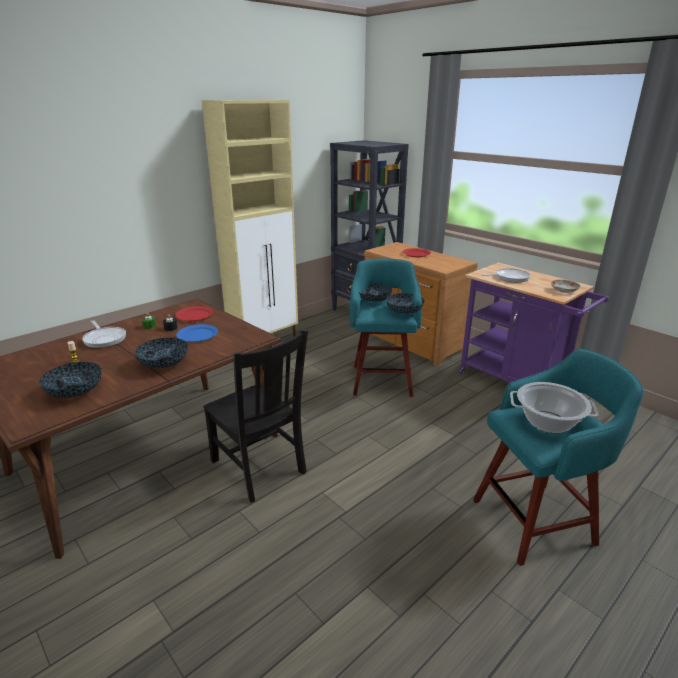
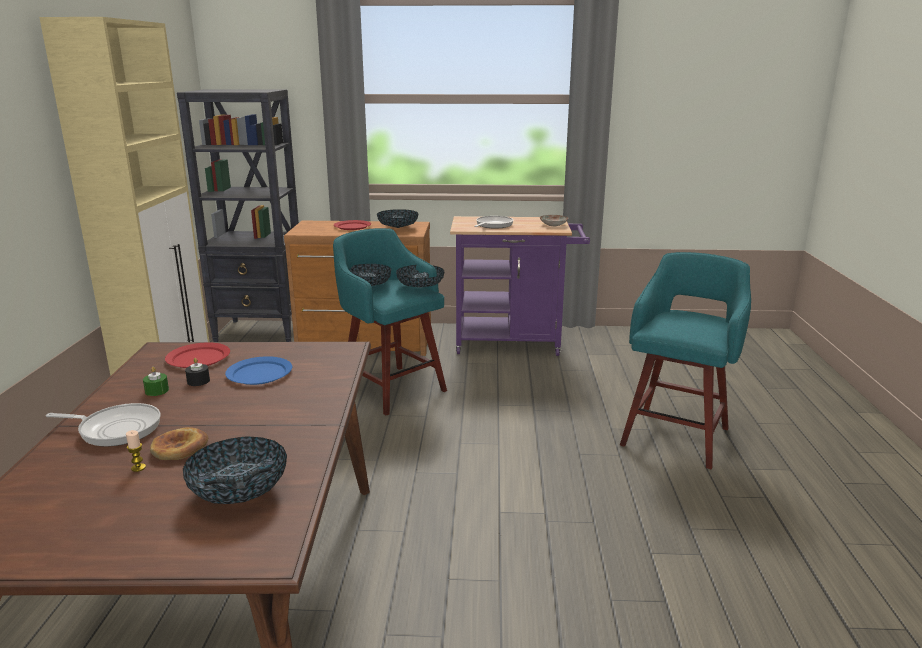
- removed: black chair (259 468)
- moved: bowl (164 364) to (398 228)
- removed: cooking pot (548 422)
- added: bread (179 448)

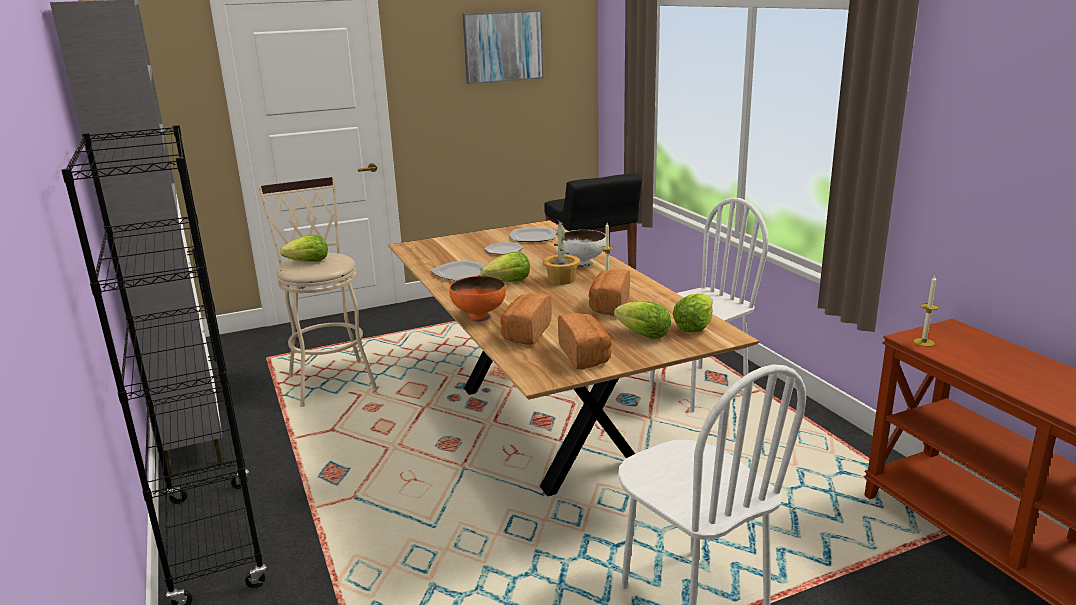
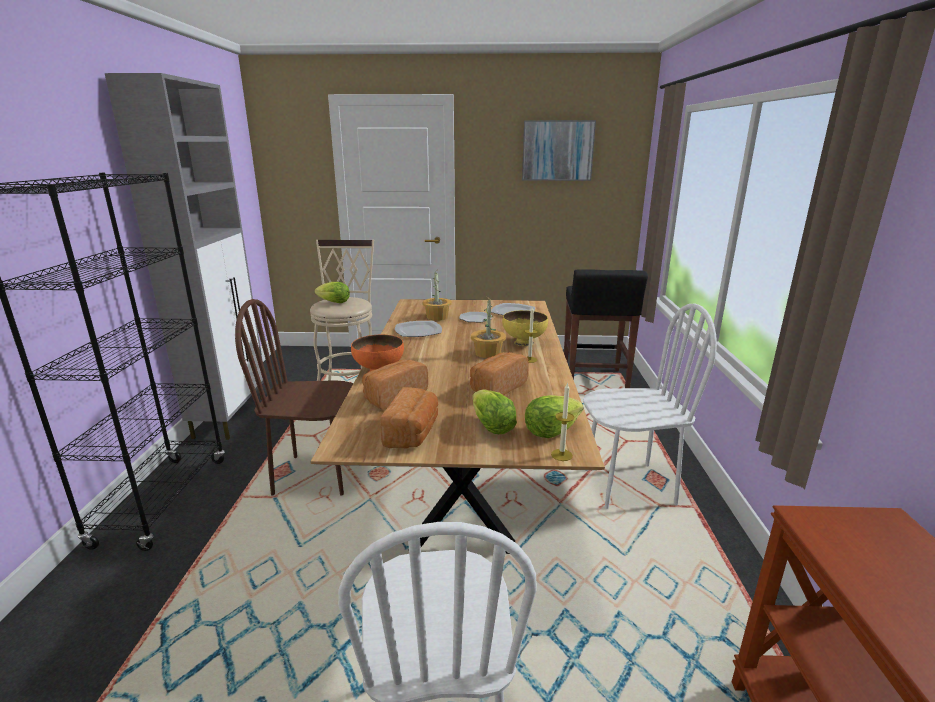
- recoloured: white bowl (582 264) to yellow bowl (524 343)
- removed: lettuce (508 282)
- moved: candle (923 342) to (561 455)
- added: potted plant (437 317)
- added: brown chair (317 476)

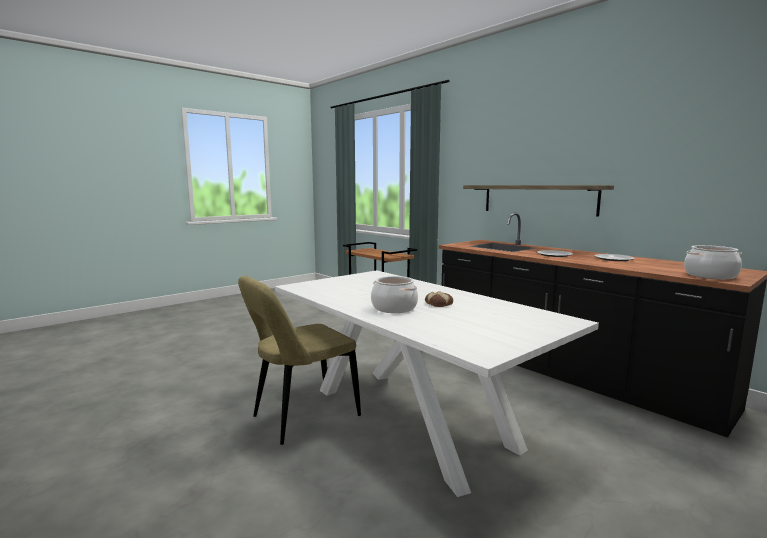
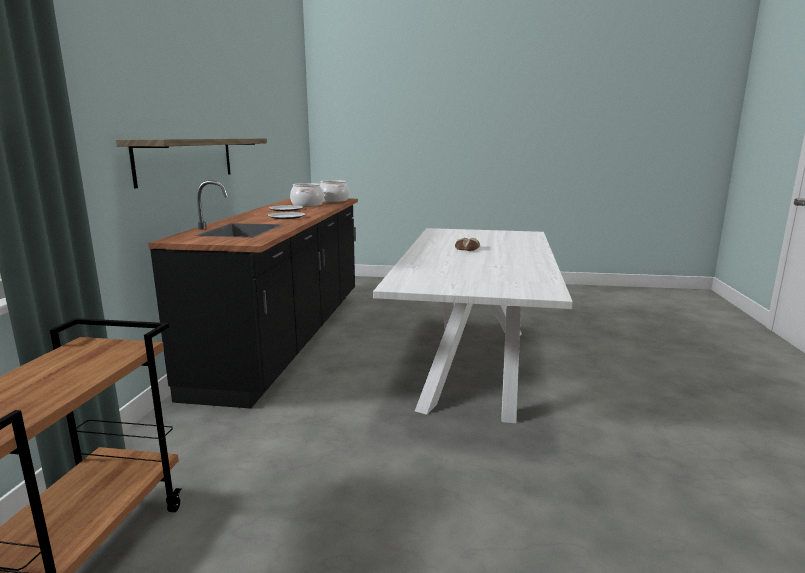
- removed: beige chair (301 417)
- moved: cooking pot (394 308) to (307 205)

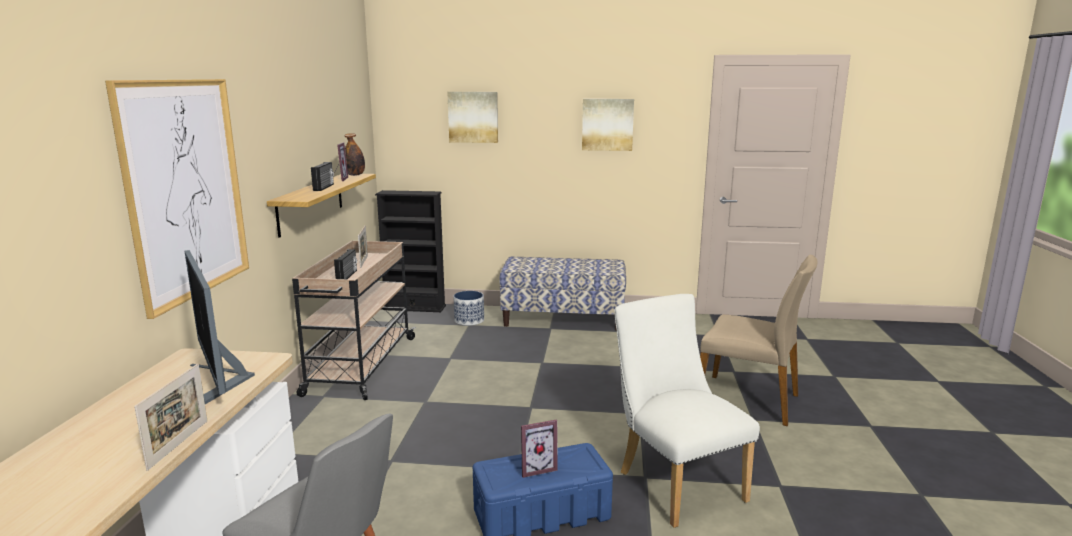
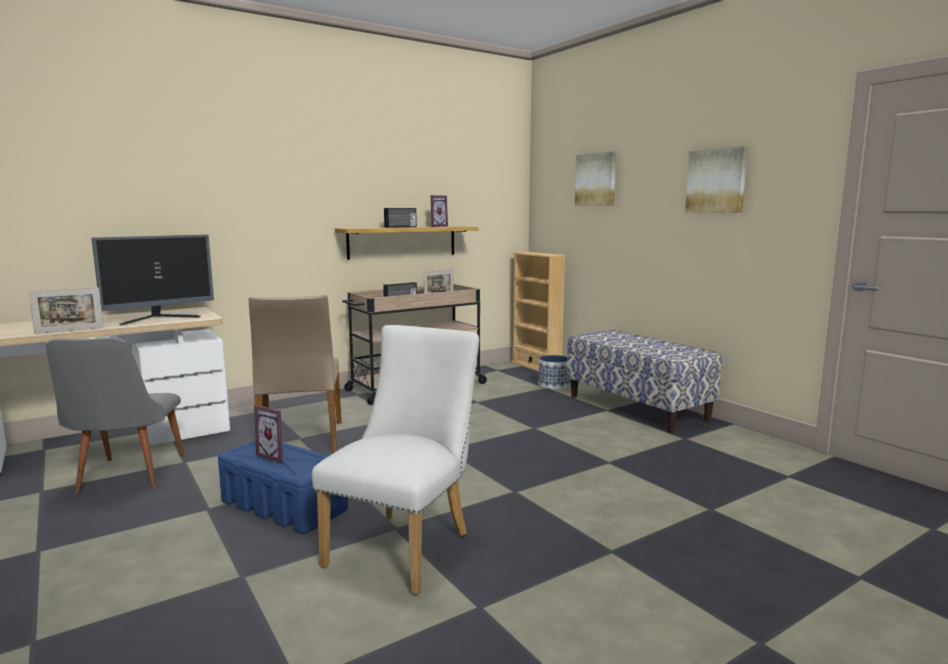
- removed: picture (186 189)
- removed: bottle (355 175)
- recoloured: black bookcase (414 307) to beige bookcase (536 367)
- turned: monitor (219 382) = (160 319) 150 degrees counterclockwise
- moved: beige chair (748 400) to (300 439)

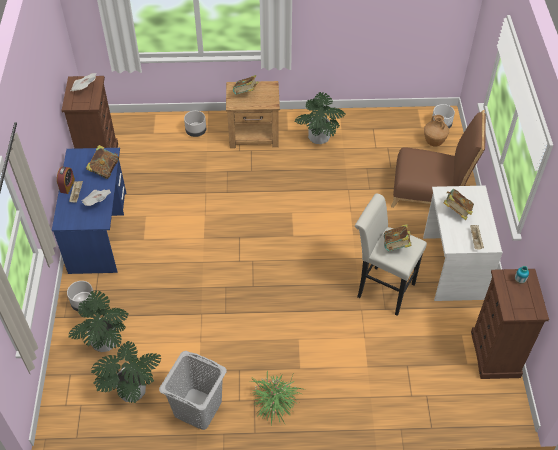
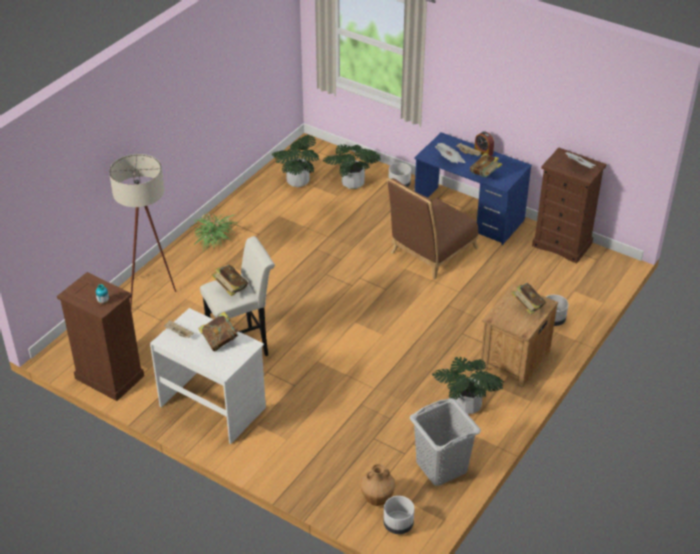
- moved: brown chair (430 191) to (430 253)
- moved: grey laundry basket (198 408) to (441 467)
- added: beige floor lamp (152 293)

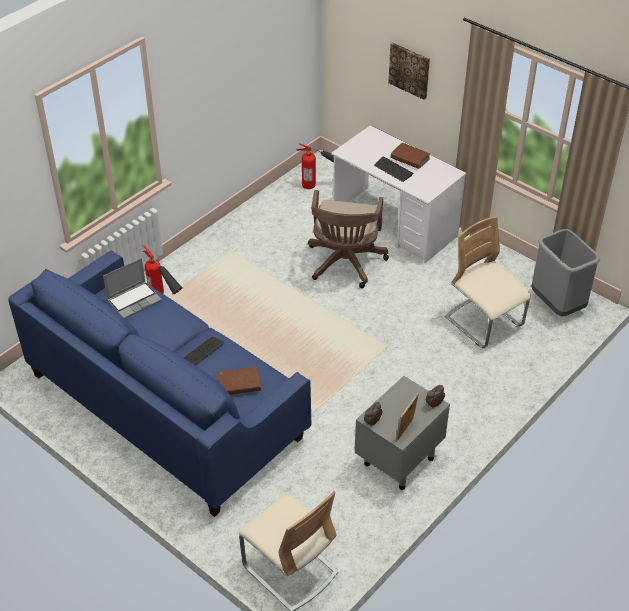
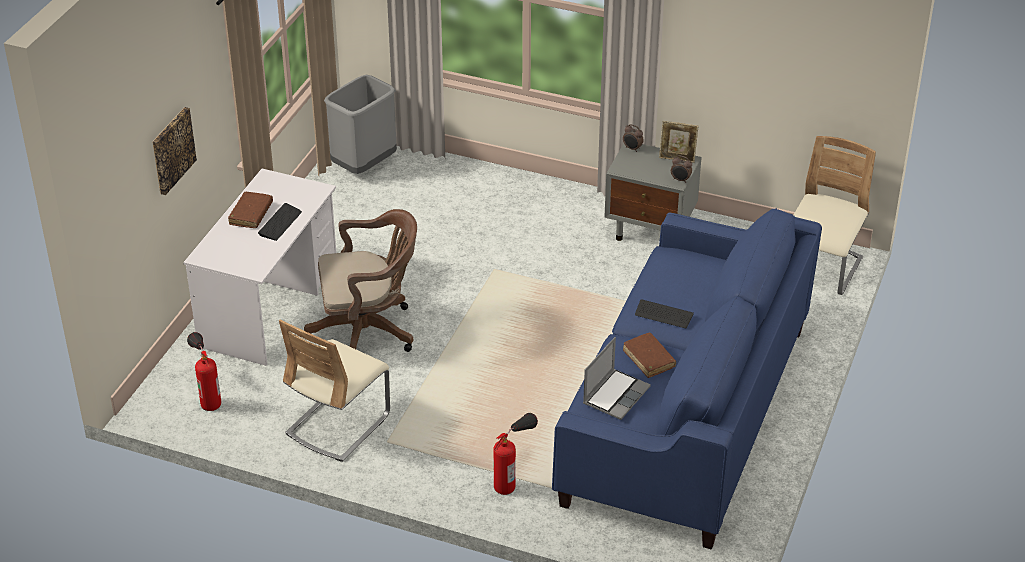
- moved: beige chair (484 322) to (338 424)
- turned: laptop (134 300) = (616 395) 90 degrees clockwise
- moved: brown book (239 385) to (649 359)

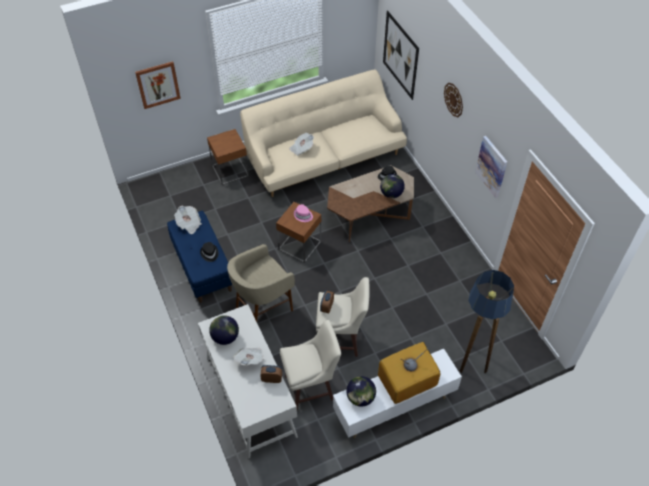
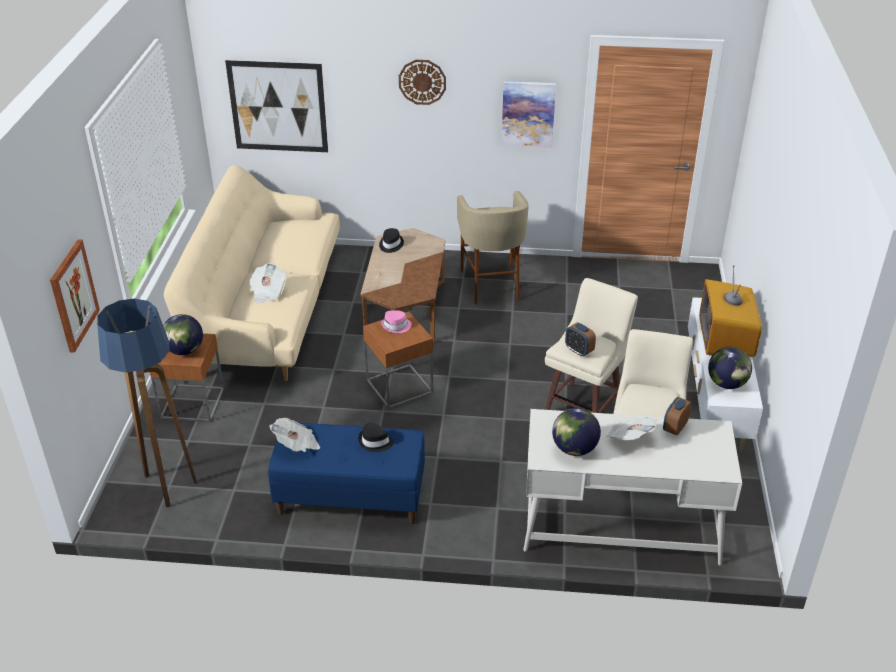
- moved: globe (391 194) to (184 350)
- moved: beige stool (263 309) to (491 285)
- moved: floor lamp (471 360) to (165 485)

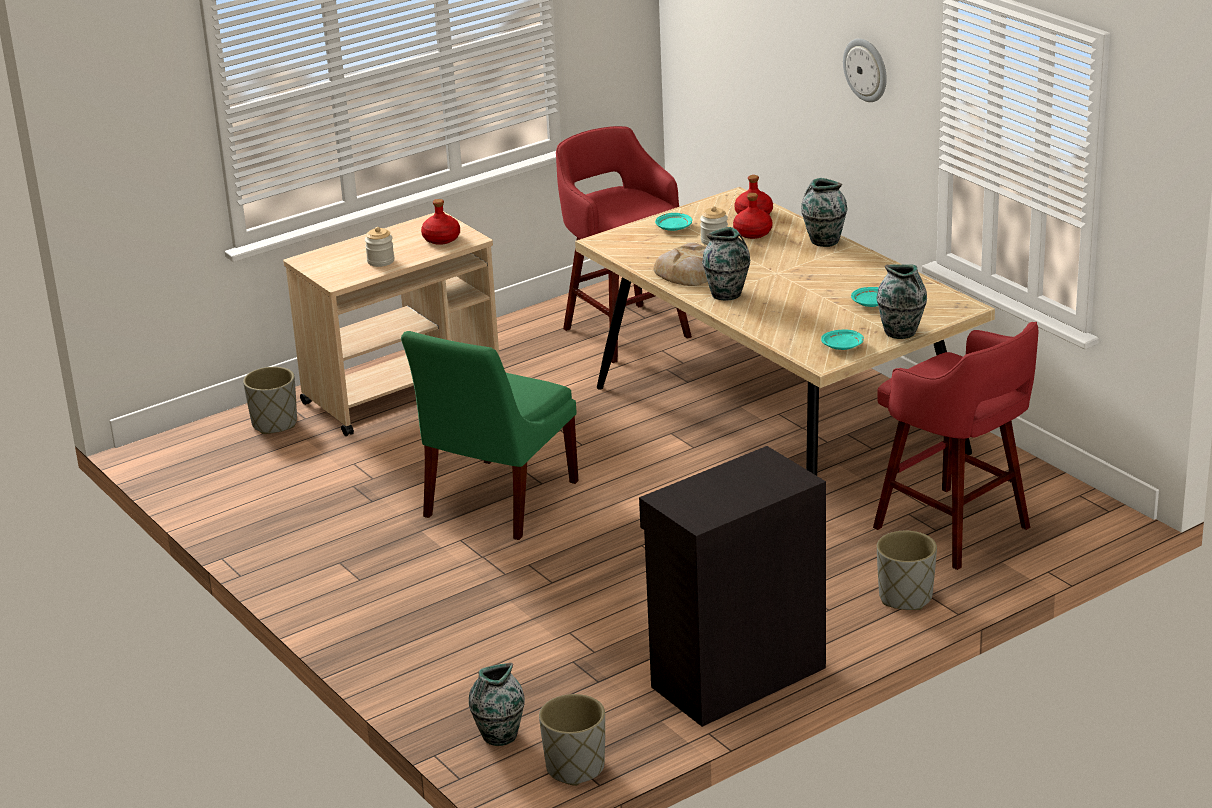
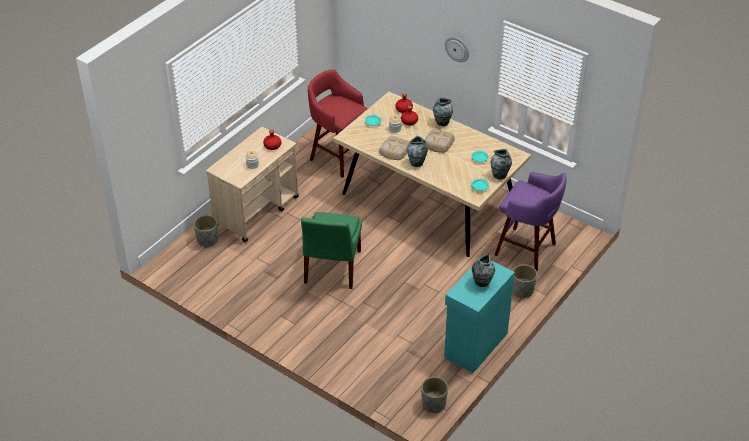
- recoloured: red stool (955 530) to purple stool (527 250)
- recoloured: black cabinet (735 676) to turquoise cabinet (474 345)
- moved: vase (499 736) to (482 282)
- added: bread (438 143)

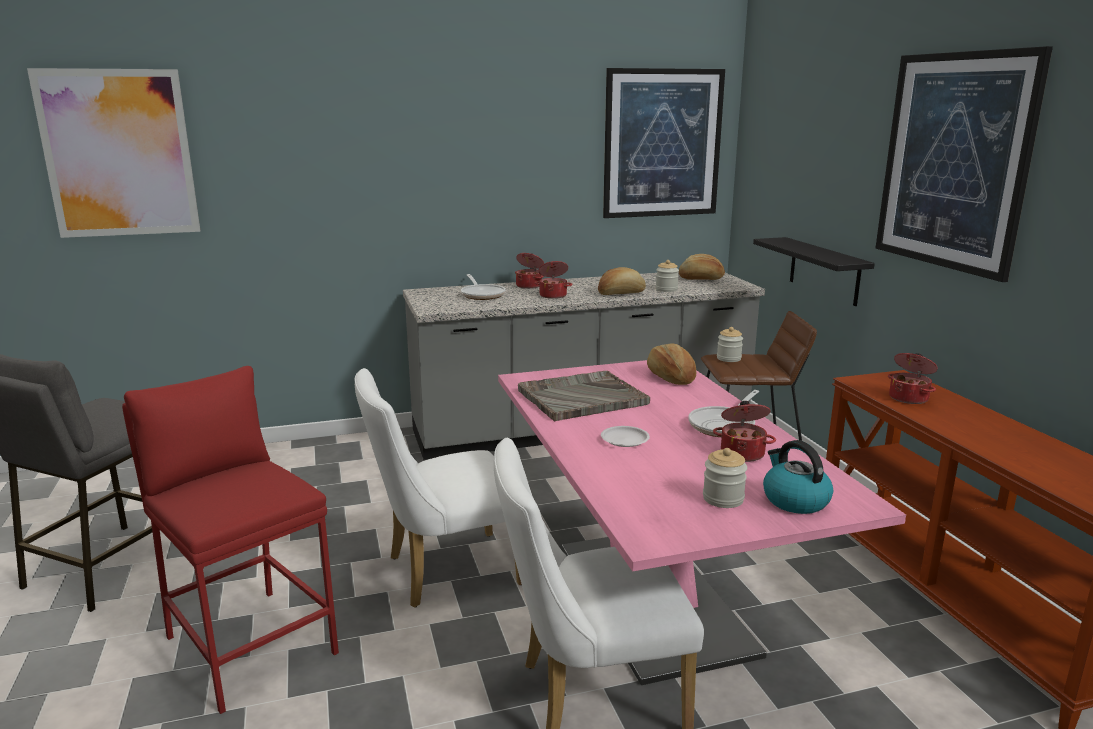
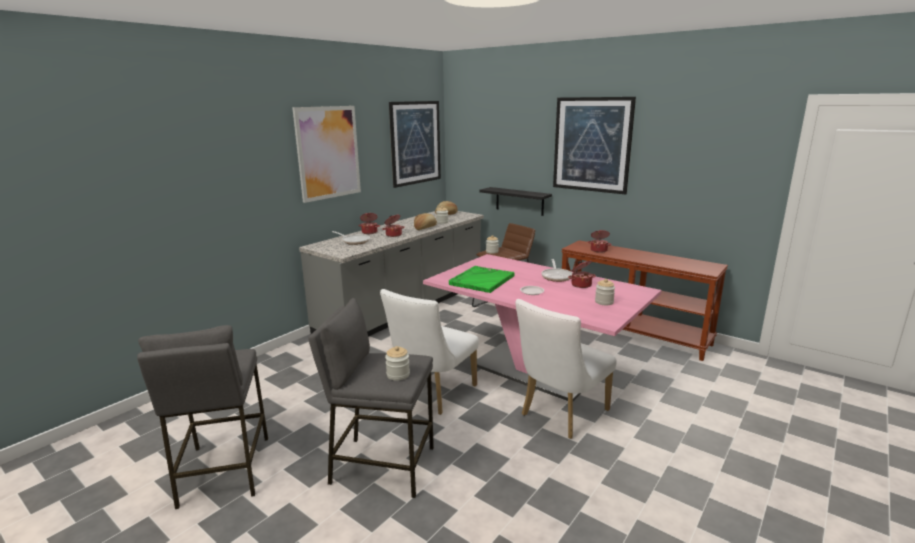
- moved: picture (119 154) to (328 152)
- removed: bread (670 377)
- recoloured: red stool (250 645) to grey stool (382 465)
- recoloured: grey tray (581 398) to green tray (481 280)
- removed: kettle (794 500)
- added: jar (398 375)

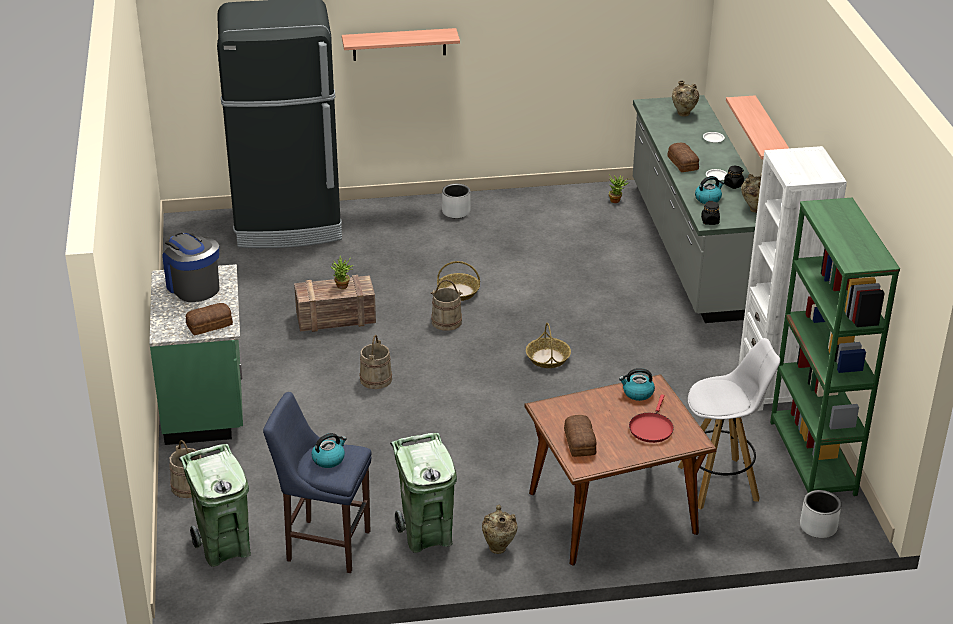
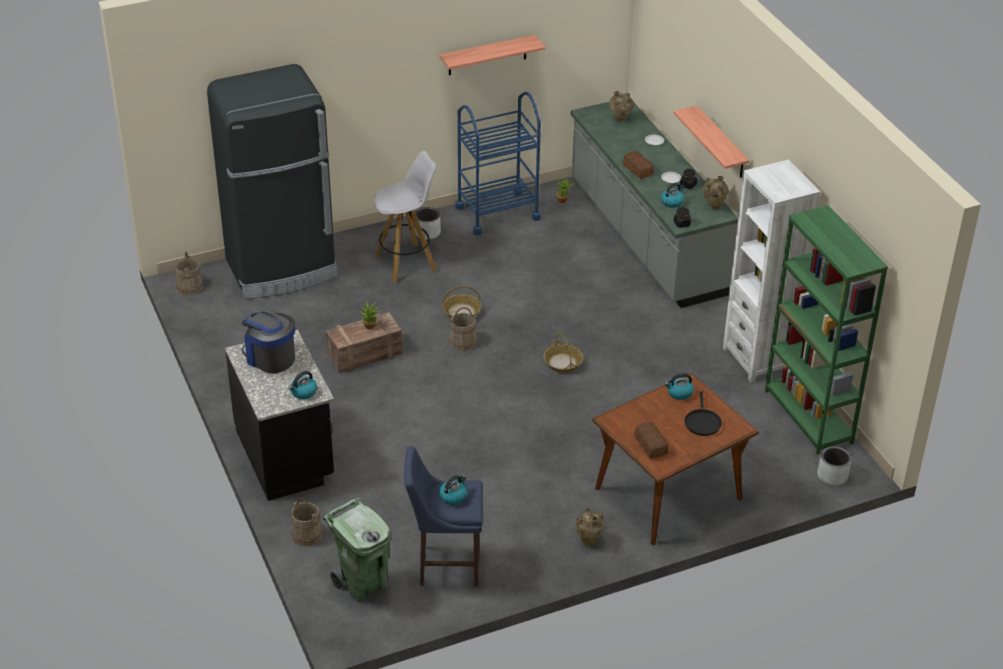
- moved: shelf (399 44) to (487 55)
- recoloured: green counter (206 403) to black counter (286 455)
- replaced: bread (210 325) to kettle (303 392)
- moved: beige bucket (375 379) to (189 287)
- moved: white stool (719 483) to (406 262)
- recoloured: red frying pan (651 428) to black frying pan (702 422)
- removed: green trash can (427 535)
- added: blue cart (497 213)

